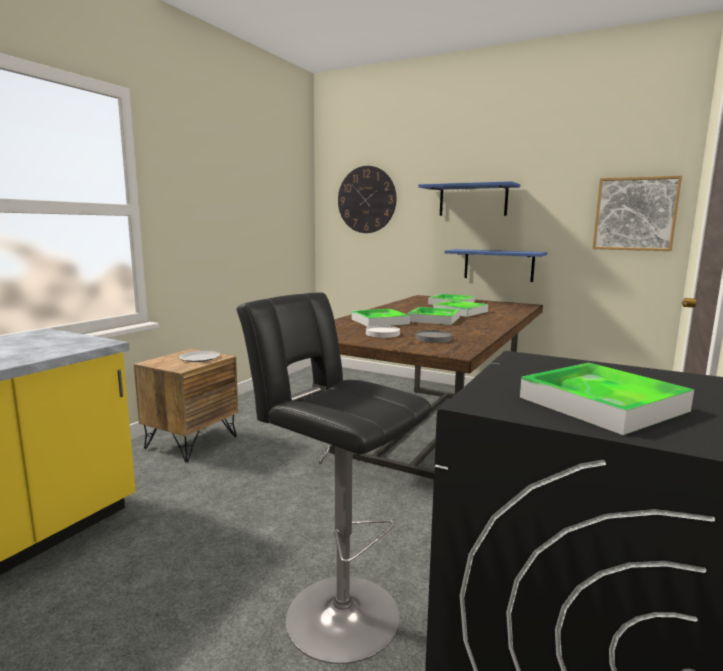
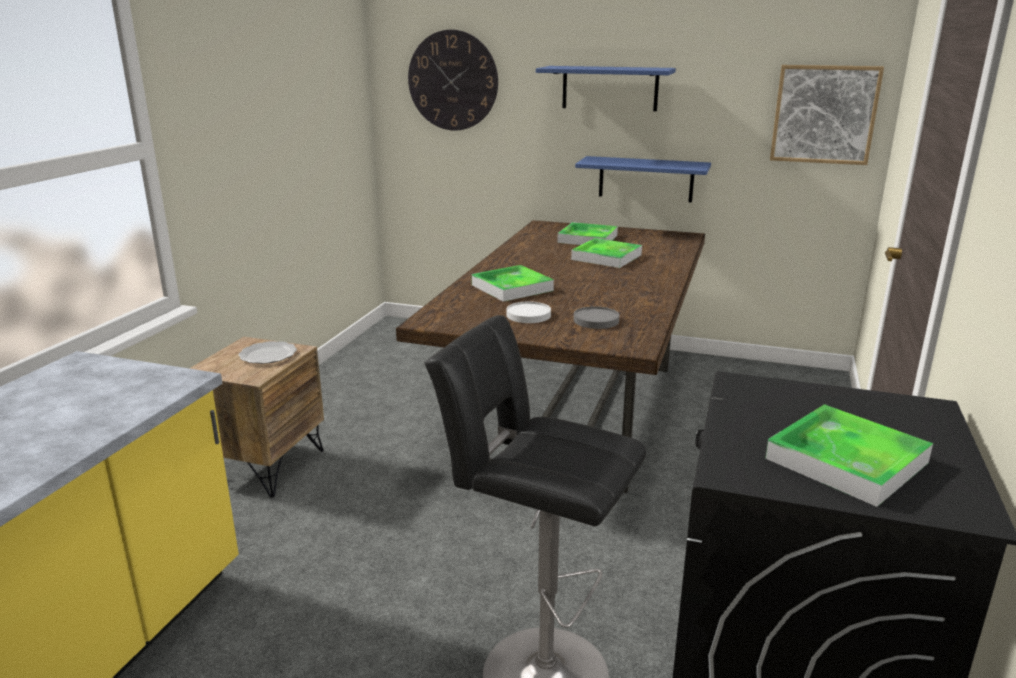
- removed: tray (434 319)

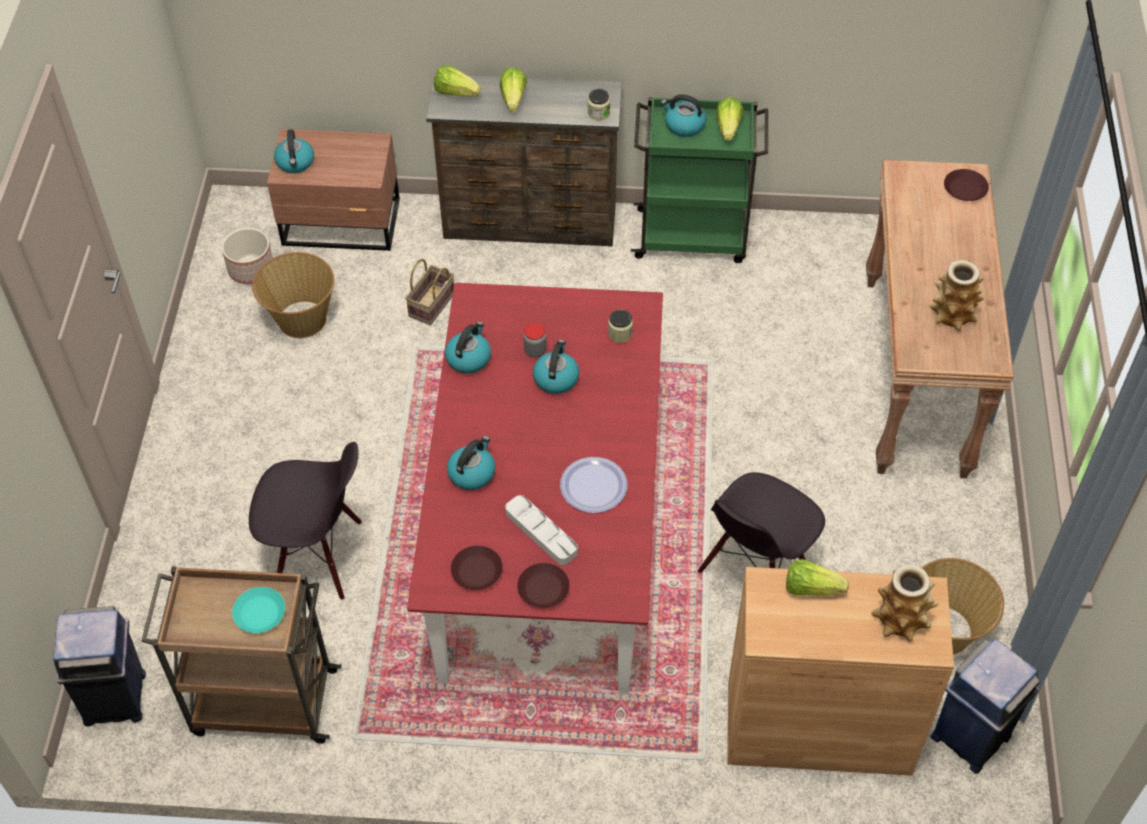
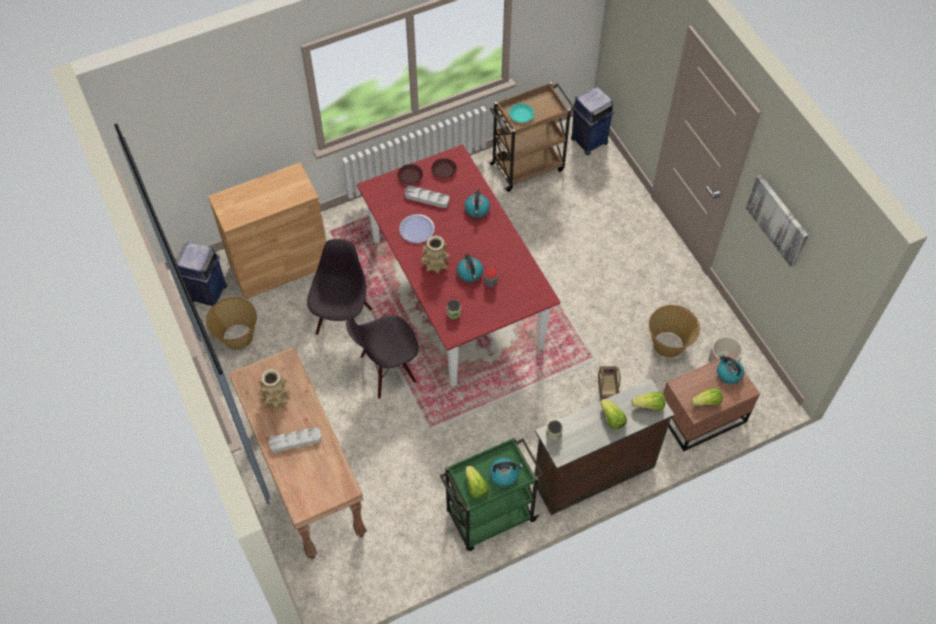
- removed: brown plate (964 188)
- removed: kettle (468 358)
- moved: black chair (319 557) to (387 370)
- moved: lettuce (811 588) to (707 402)
- moved: vase (901 619) to (435 264)
- added: picture (778 220)
- added: grey tray (295 441)

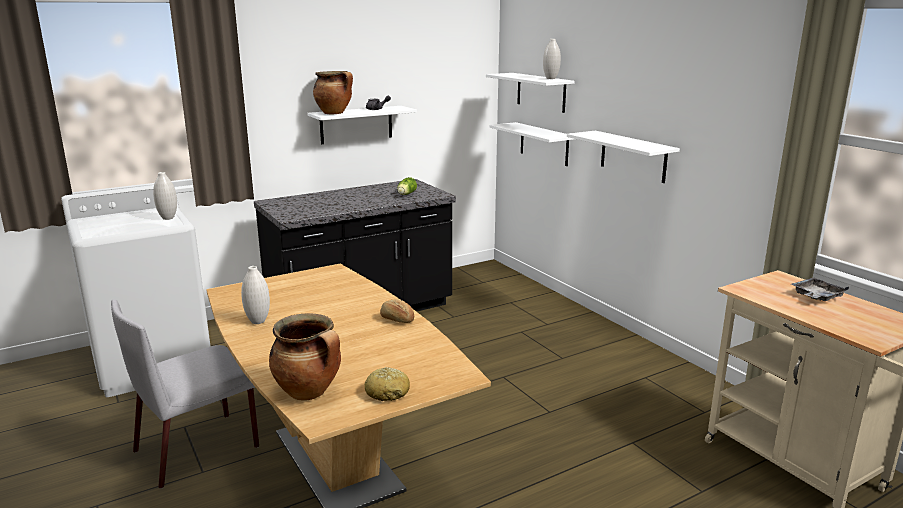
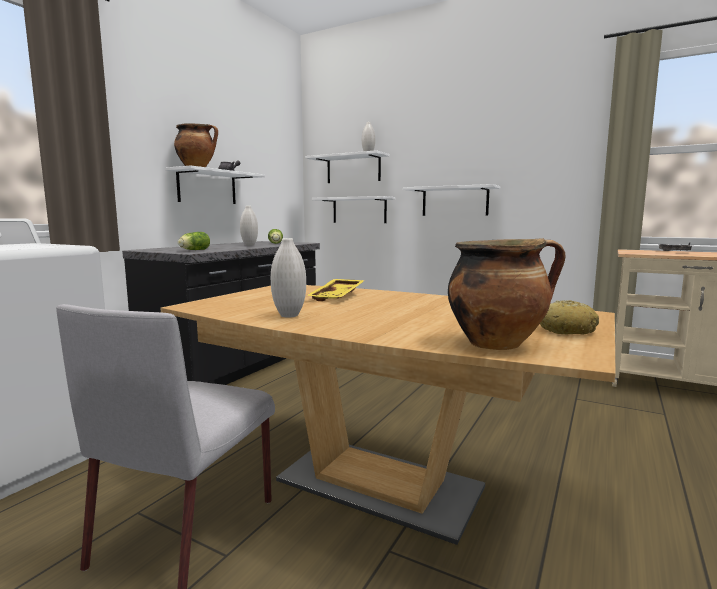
- moved: white vase (168 218) to (249 245)
- removed: bread (396 319)
- added: lettuce (193 250)
- added: yellow tray (338 297)

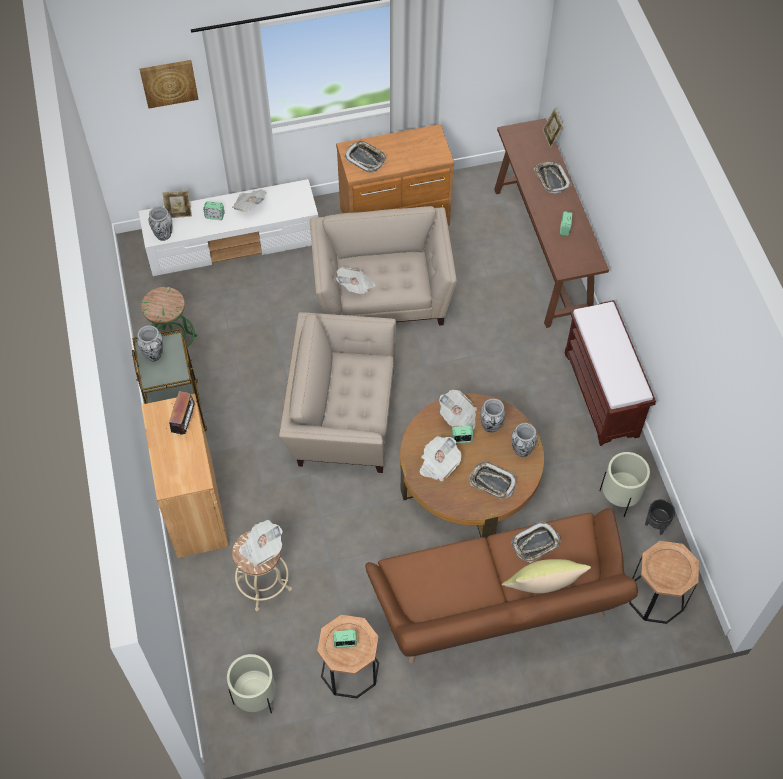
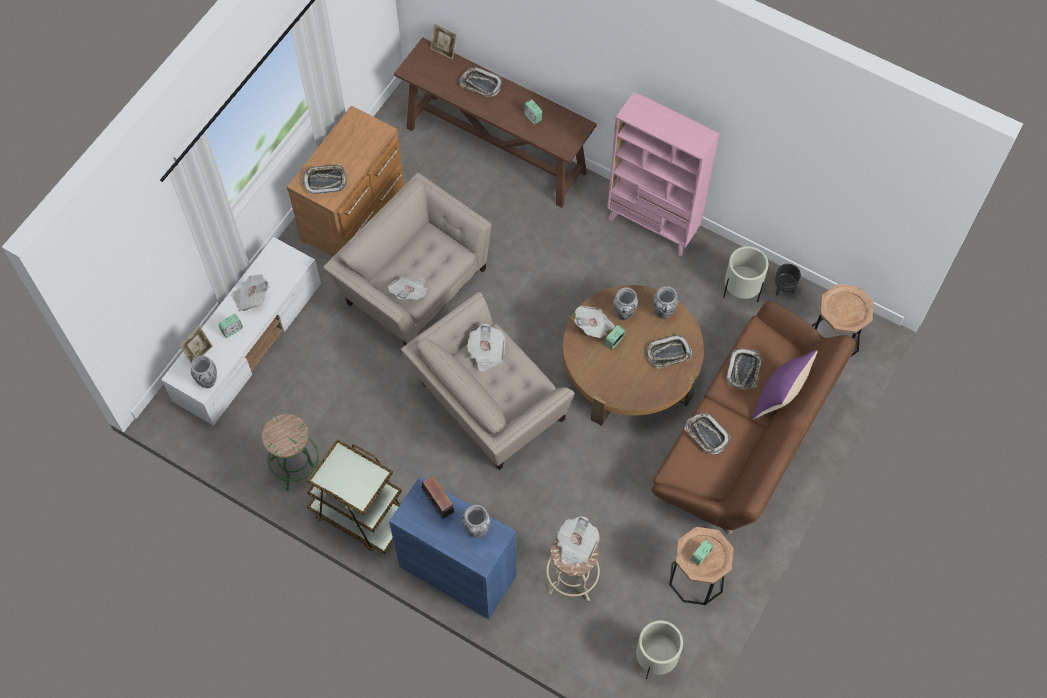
- removed: picture (169 82)
- replaced: brown bench (602 395) to pink bookcase (653 225)
- moved: vase (154 355) to (477 530)
- recoloured: brown cabinet (194 507) to blue cabinet (457 571)
- moved: newspaper (438 464) to (486 353)
- recoloured: yellow pillow (541 588) to purple pillow (779 397)
- added: tray (706 434)

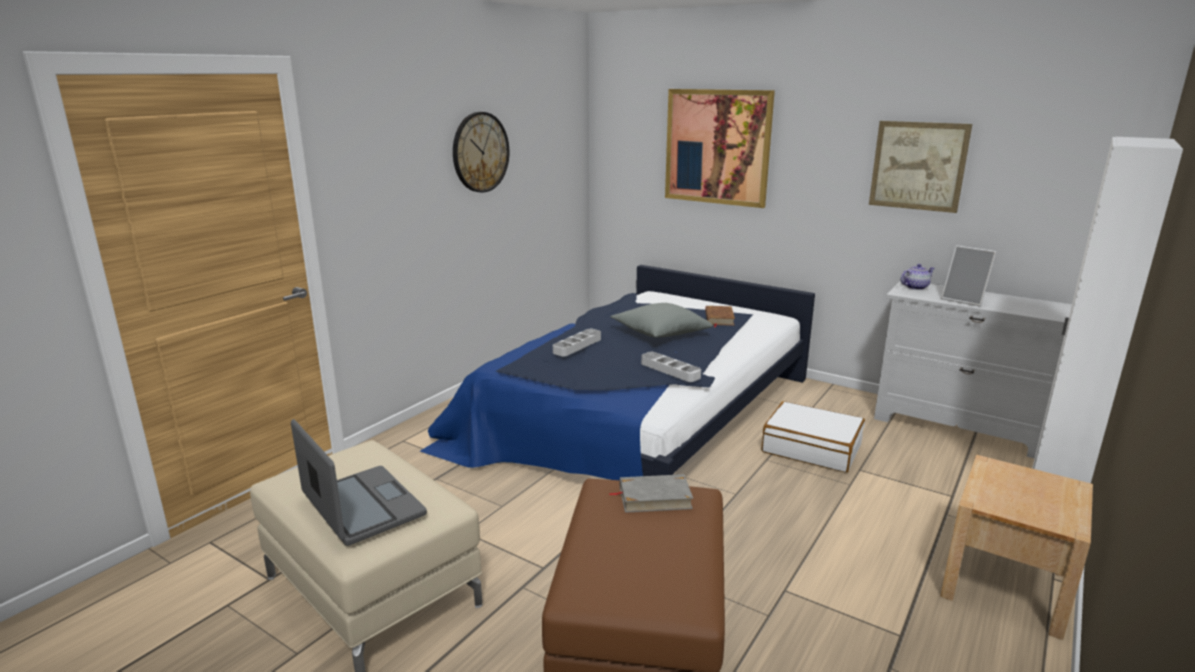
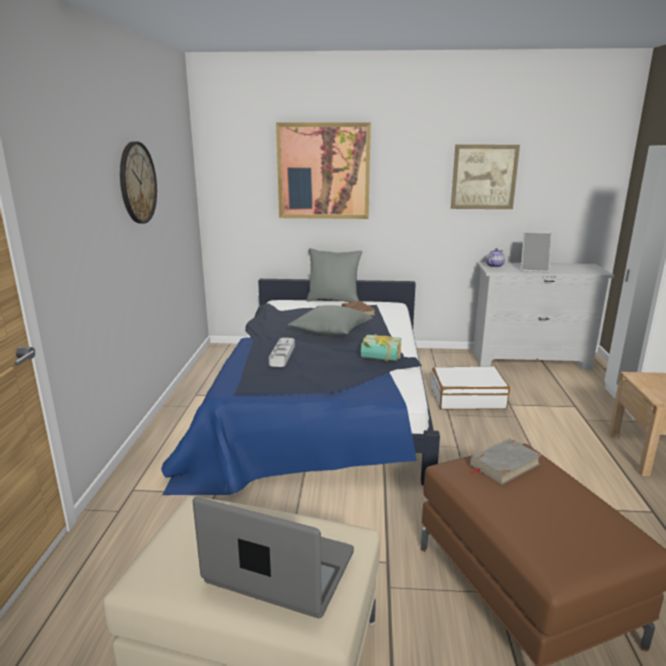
- replaced: grey tray (670 370) to book (380 359)
- added: grey pillow (333 300)

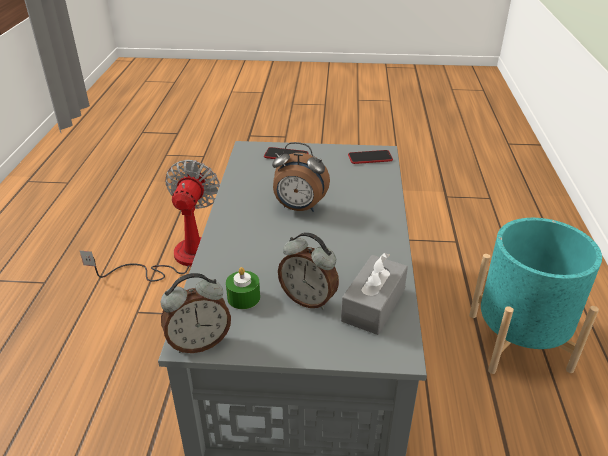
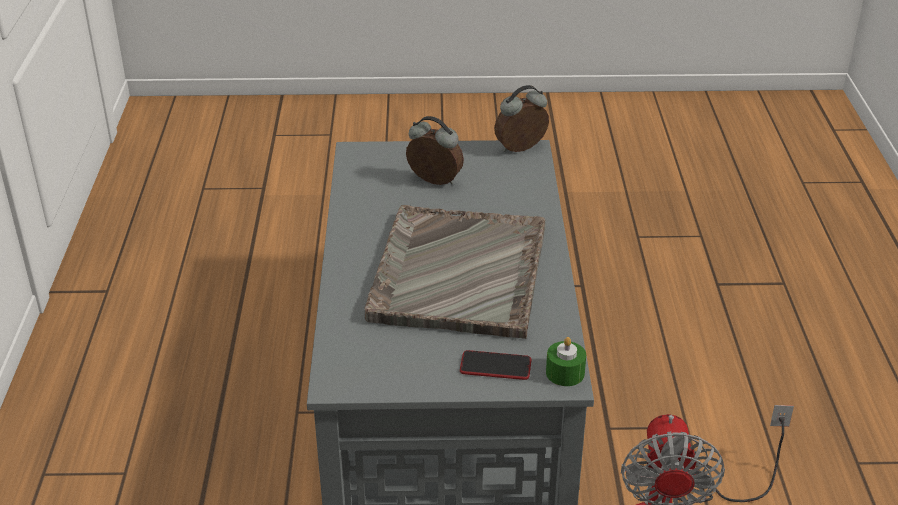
- replaced: alarm clock (299 208) to grey tray (458 274)
- removed: phone (370 158)
- removed: turquoise planter (518 341)
- removed: grey tissue box (373 305)
- moved: green candle (243 297) to (565 373)

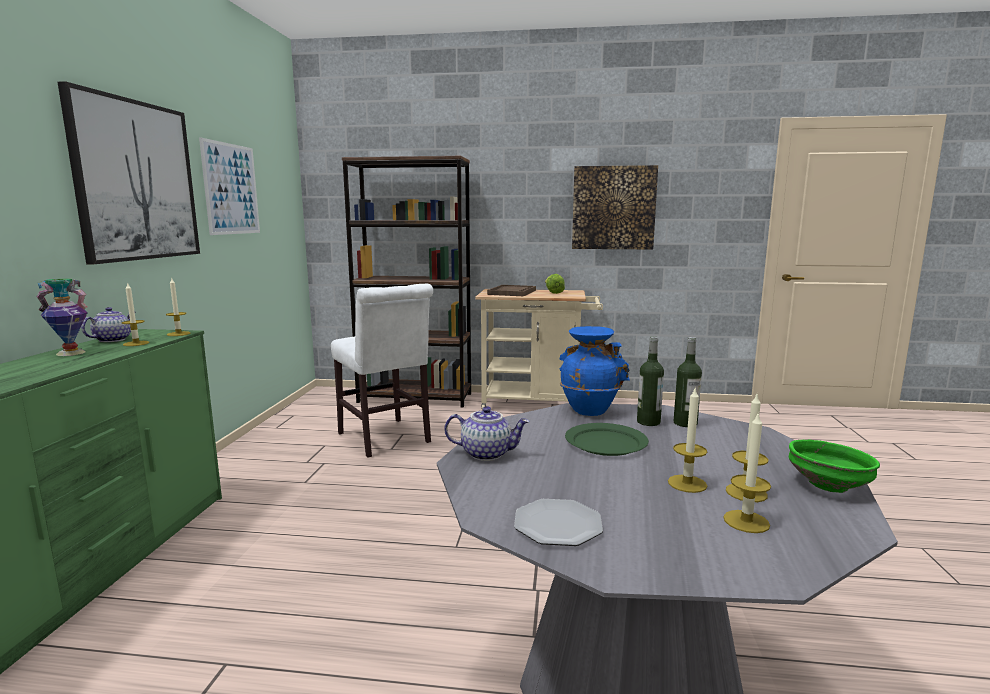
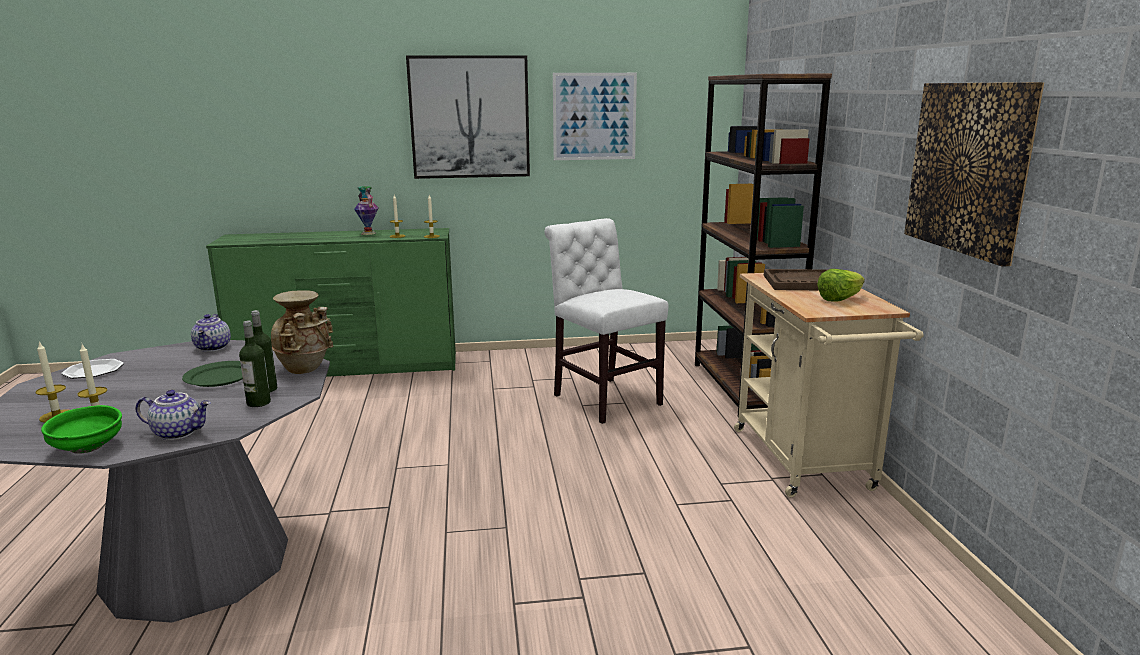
- turned: white chair (386 439) = (603 398) 105 degrees clockwise
- moved: teapot (112 340) to (179 432)
- recoloured: blue vase (589 410) to beige vase (306 369)
- removed: candle (687 483)

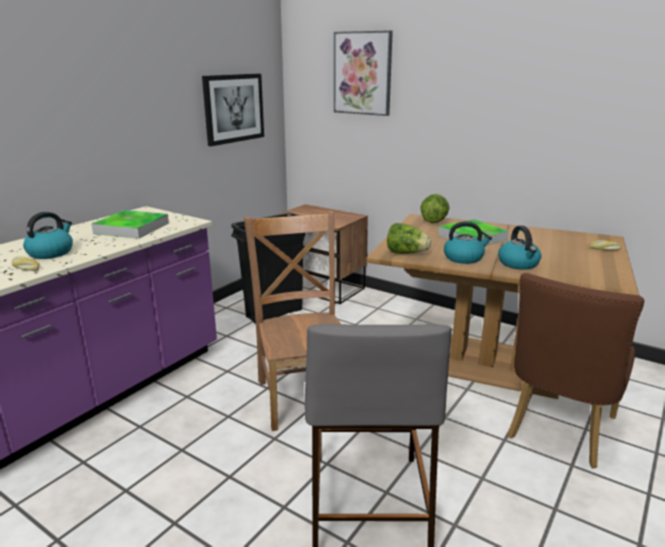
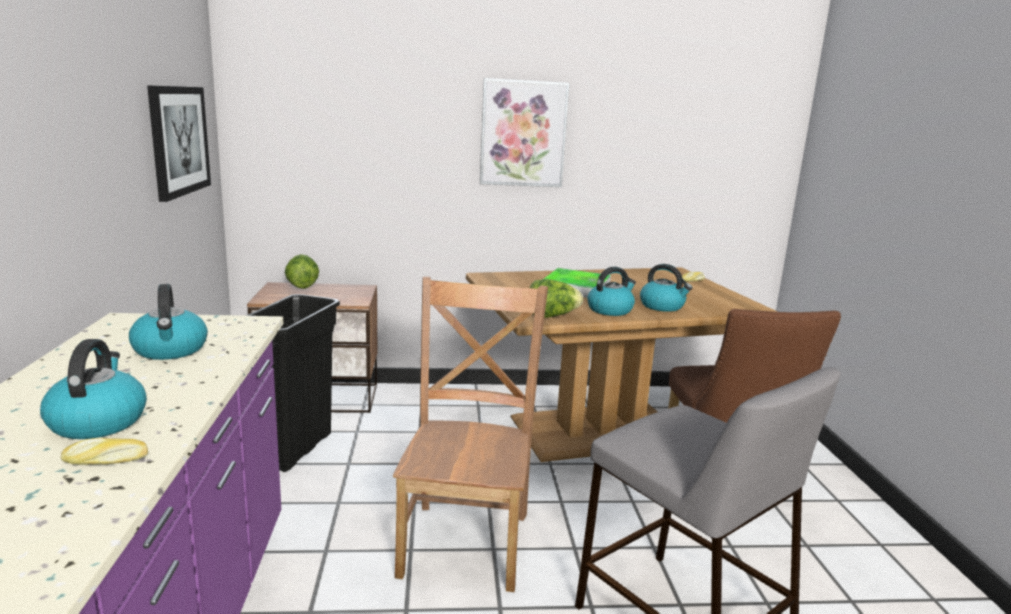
- moved: picture (362 73) to (523 133)
- moved: lettuce (433 221) to (302 287)
- replaced: tray (132 228) to kettle (171 350)
- turned: brown chair (303 395) = (467 539) 60 degrees clockwise

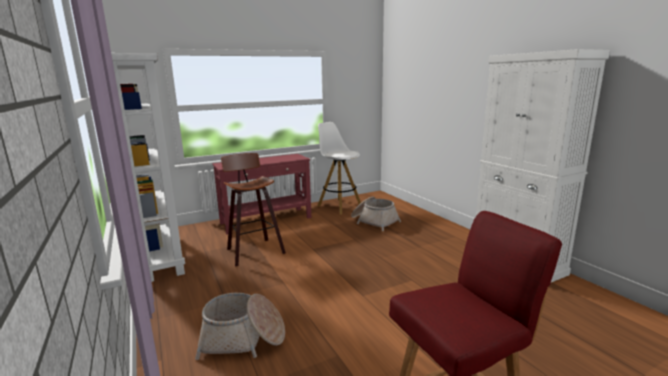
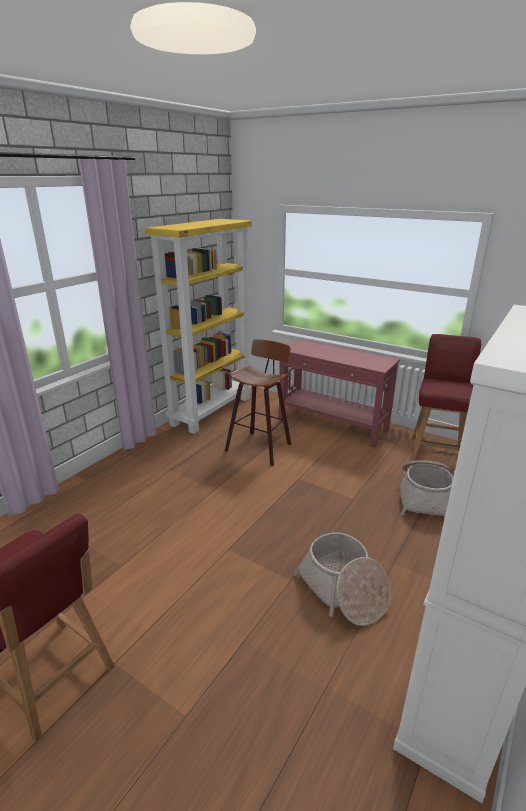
- recoloured: white bookcase (161 256) to yellow bookcase (211 410)
- replaced: white stool (339 206) to red chair (436 453)
- moved: basket (243 339) to (342 590)

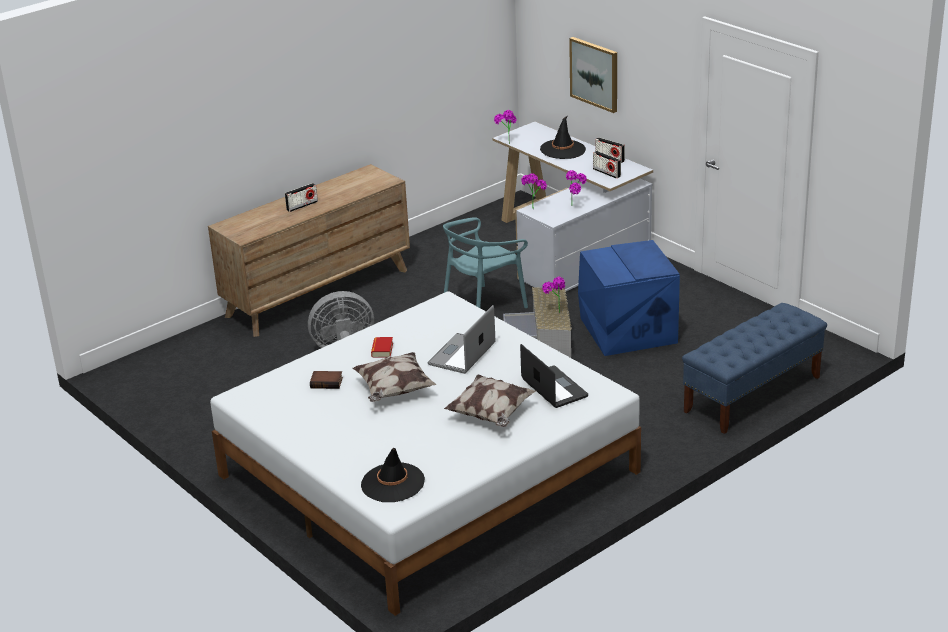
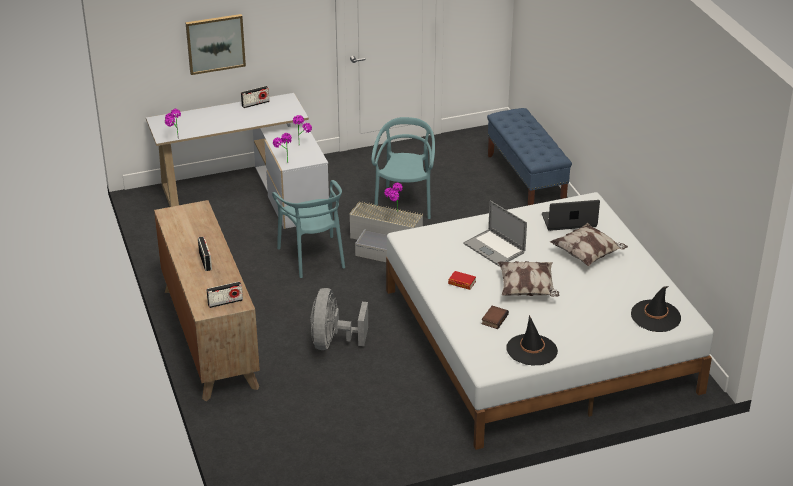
- moved: black hat (563 150) to (531 350)
- moved: radio (606 173) to (225 302)
- replaced: blue storage box (627 331) to turquoise chair (405 203)

